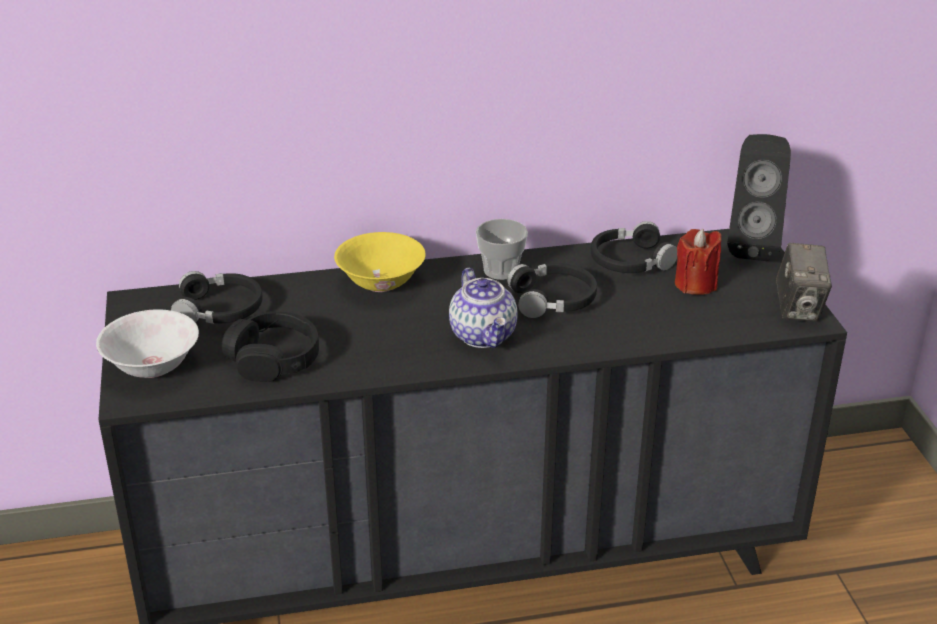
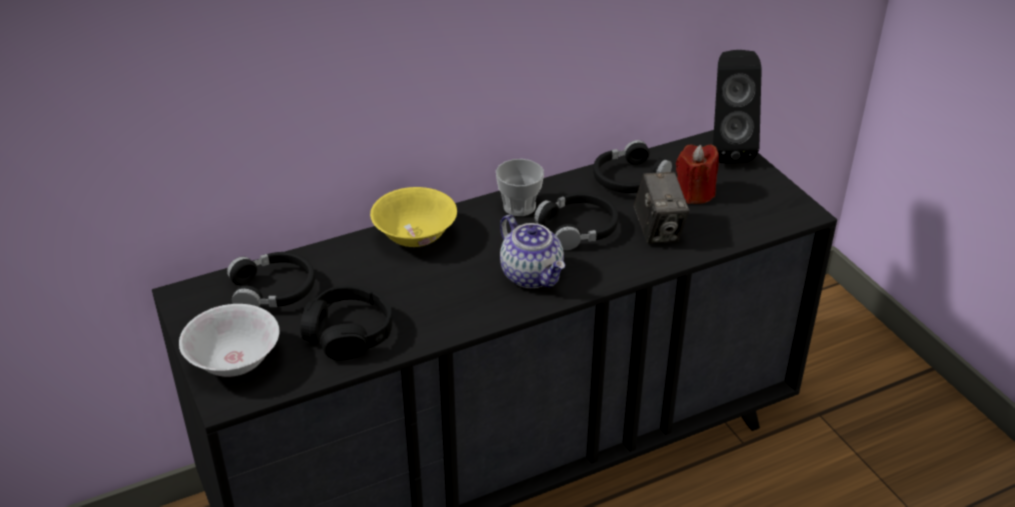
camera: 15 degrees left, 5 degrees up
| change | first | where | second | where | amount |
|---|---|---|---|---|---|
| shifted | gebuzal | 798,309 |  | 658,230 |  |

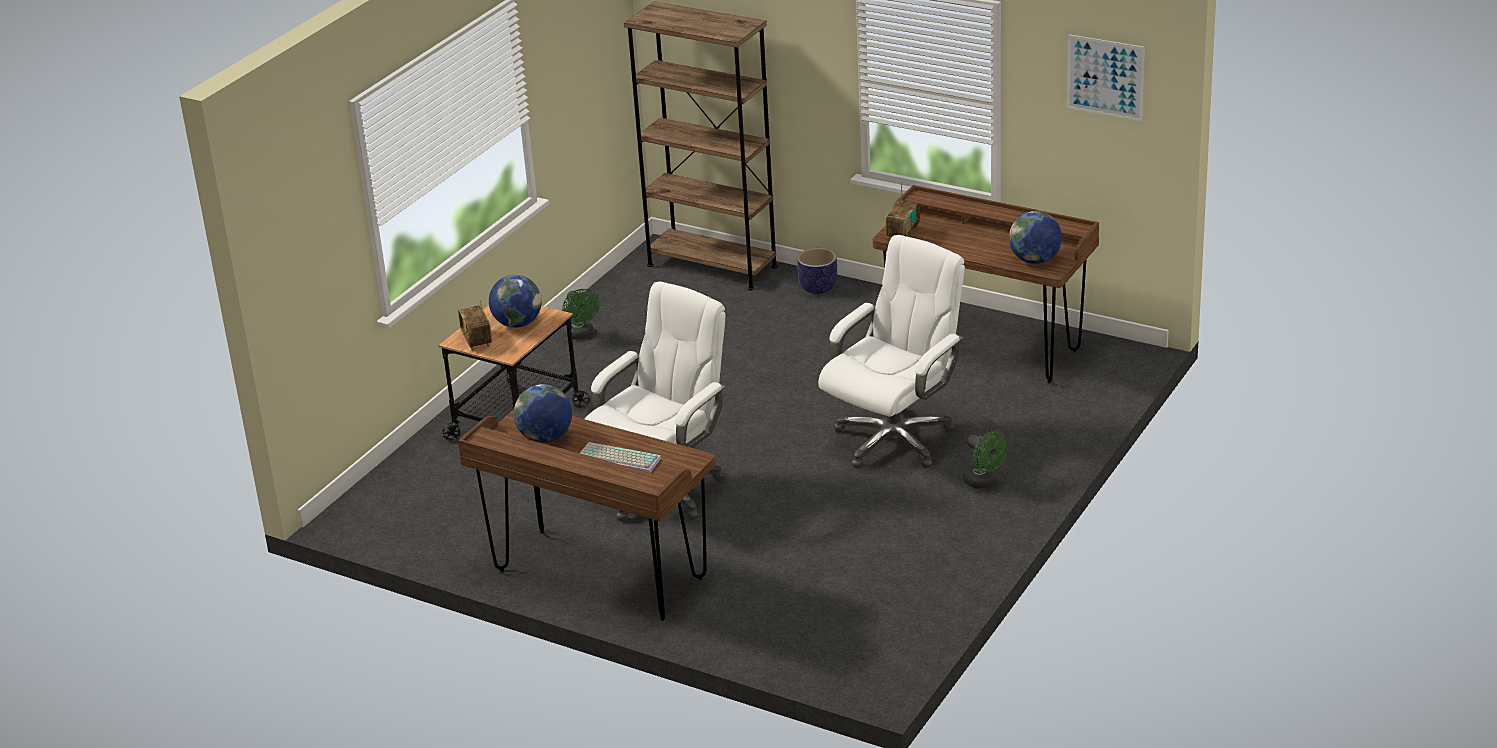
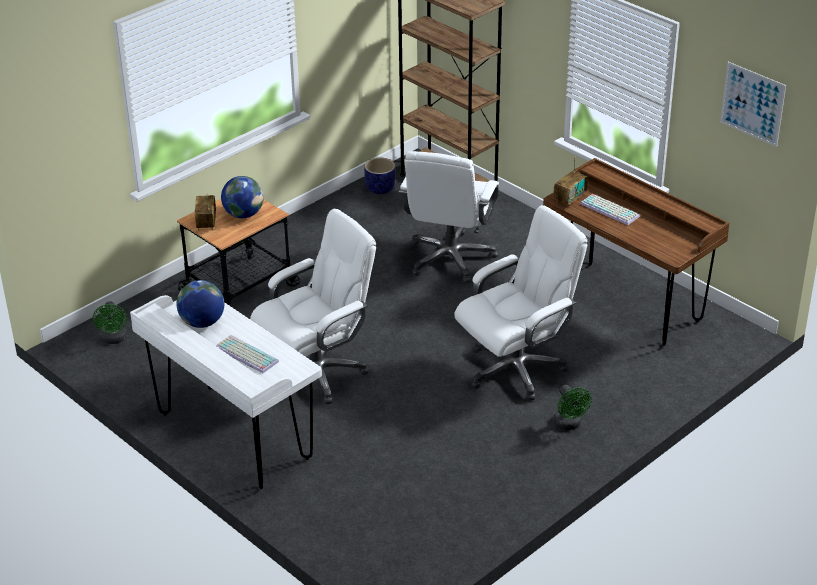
camera: 15 degrees right, 5 degrees up
| change | first | where | second | where | amount |
|---|---|---|---|---|---|
| repainted | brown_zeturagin | 599,575 | white_zeturagin | 233,437 |  |
| shifted | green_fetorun | 581,335 |  | 114,339 |  |
| shifted | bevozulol | 818,288 |  | 380,189 |  |
| gone | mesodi | 1035,260 |  |  |  |
| new |  |  | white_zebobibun | 450,258 |  |
| new |  |  | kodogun | 611,210 |  |

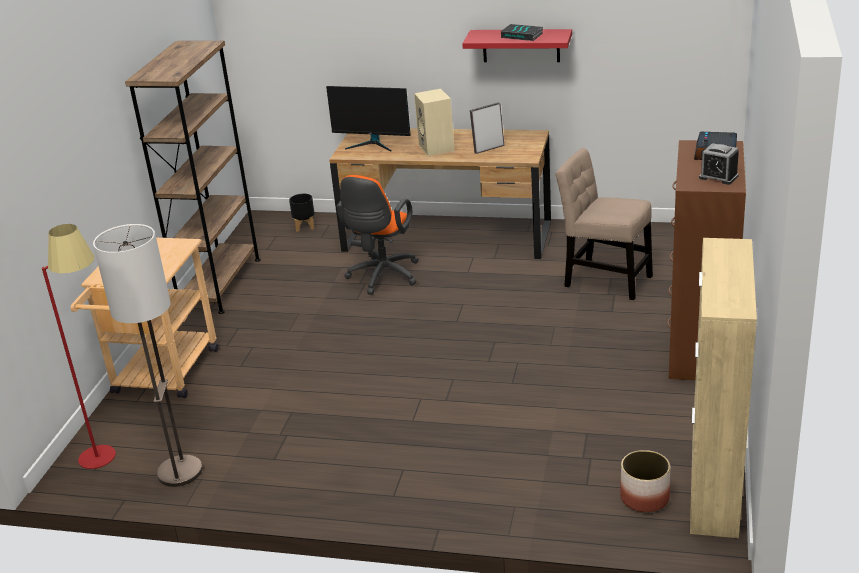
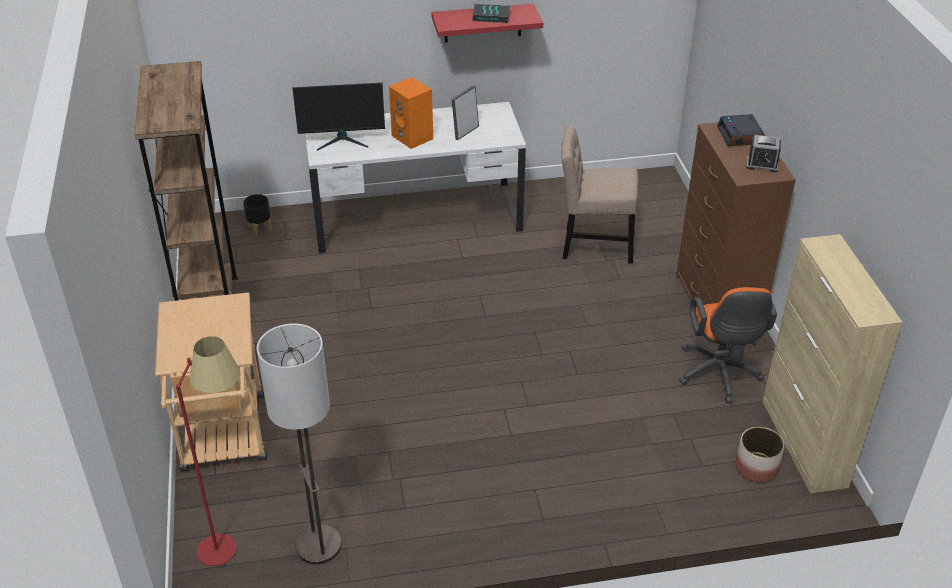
camera: 25 degrees left, 10 degrees up
| change | first | where | second | where | amount |
|---|---|---|---|---|---|
| repainted | brown_zeturagin | 447,236 | white_zeturagin | 416,218 |  |
| shifted | orange_zebobibun | 382,277 |  | 719,376 |  |
| repainted | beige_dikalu | 437,148 | orange_dikalu | 413,137 |  |

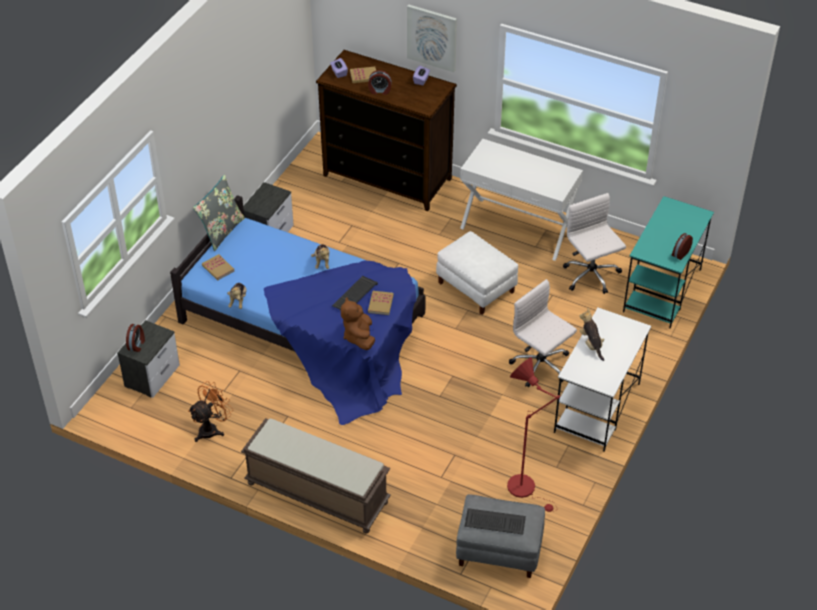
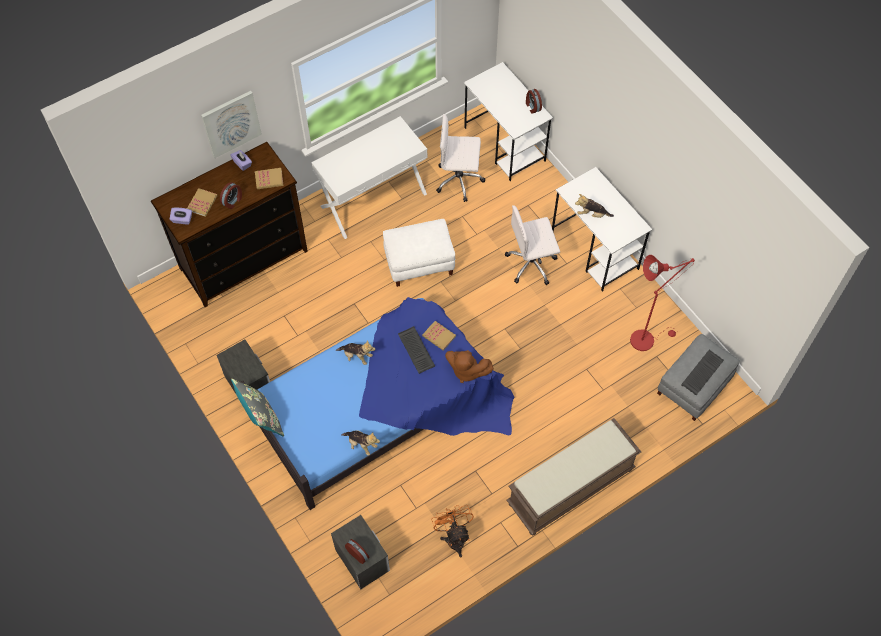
camera: 60 degrees left, 15 degrees up
| change | first | where | second | where | amount |
|---|---|---|---|---|---|
| shifted | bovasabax | 218,268 |  | 269,179 |  |
| repainted | turquoise_zeturagin | 662,291 | white_zeturagin | 505,144 |  |

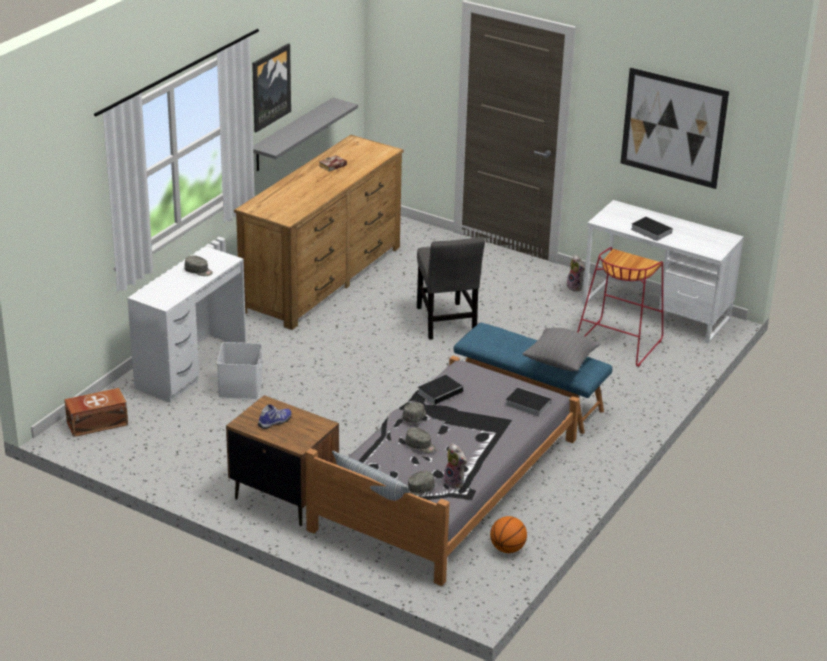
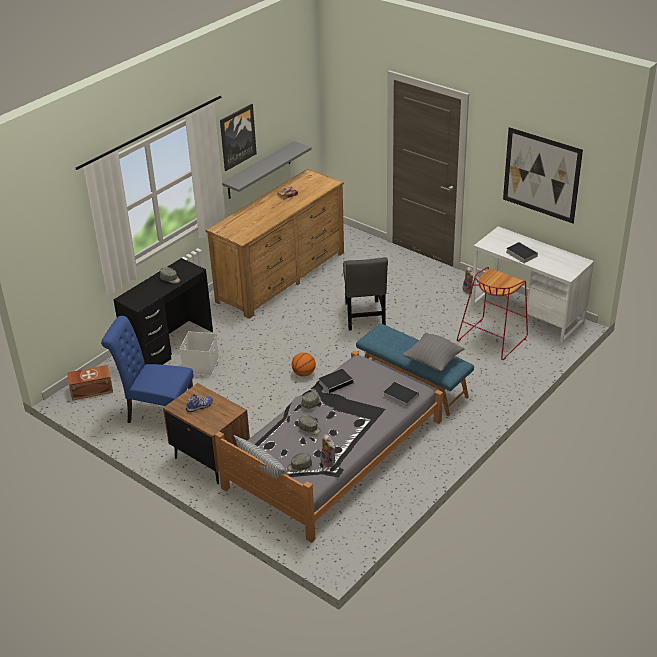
camera: 10 degrees right, 5 degrees up
| change | first | where | second | where | amount |
|---|---|---|---|---|---|
| repainted | white_zeturagin | 191,367 | black_zeturagin | 169,346 |  |
| shifted | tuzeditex | 507,549 |  | 304,373 |  |
| new |  |  | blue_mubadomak | 156,413 |  |

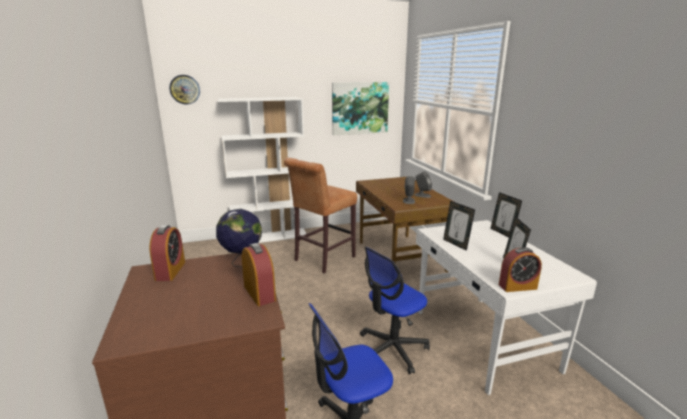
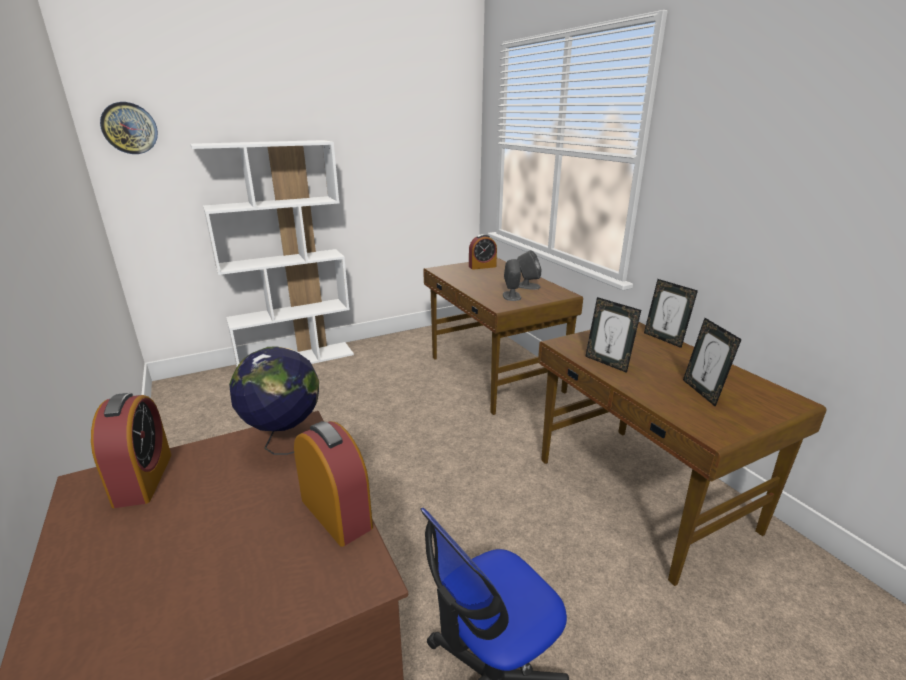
camera: 10 degrees left, 5 degrees up
| change | first | where | second | where | amount |
|---|---|---|---|---|---|
| gone | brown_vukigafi | 322,259 |  |  |  |
| gone | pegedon | 360,108 |  |  |  |
| gone | zebobibun | 392,349 |  |  |  |
| repainted | white_zeturagin | 482,340 | brown_zeturagin | 641,495 |  |
| shifted | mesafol | 517,286 |  | 482,266 |  |

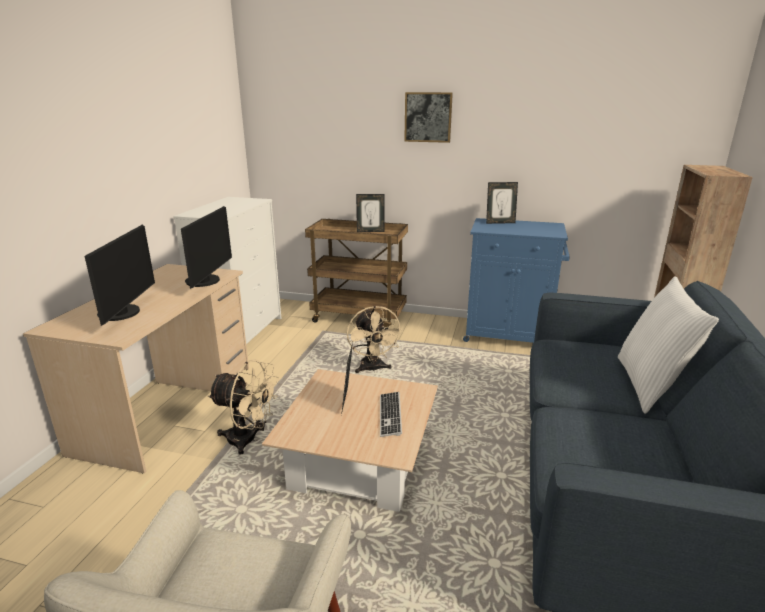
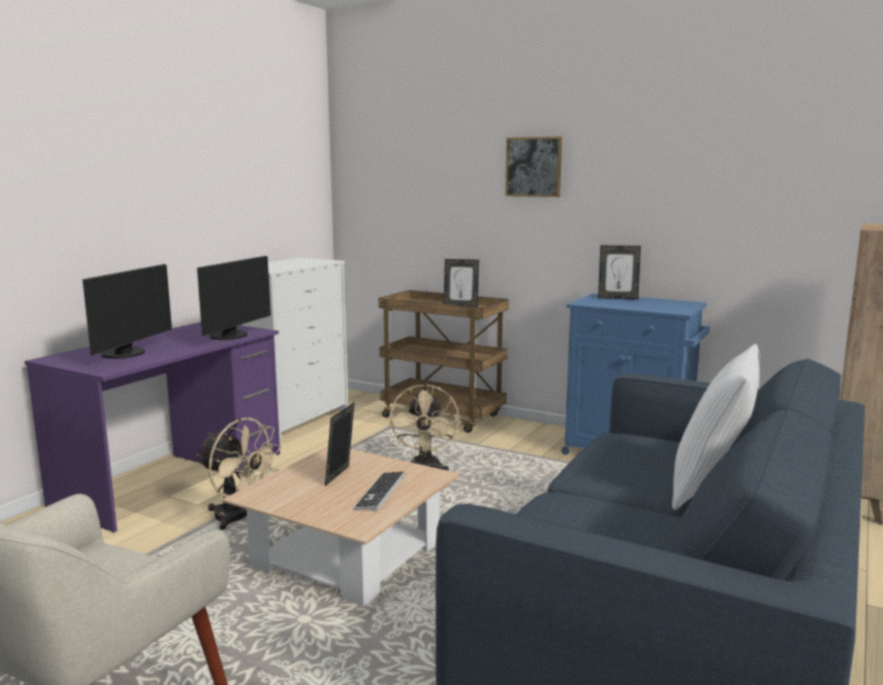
camera: 15 degrees right, 10 degrees down
| change | first | where | second | where | amount |
|---|---|---|---|---|---|
| repainted | beige_zeturagin | 169,407 | purple_zeturagin | 173,479 |  |

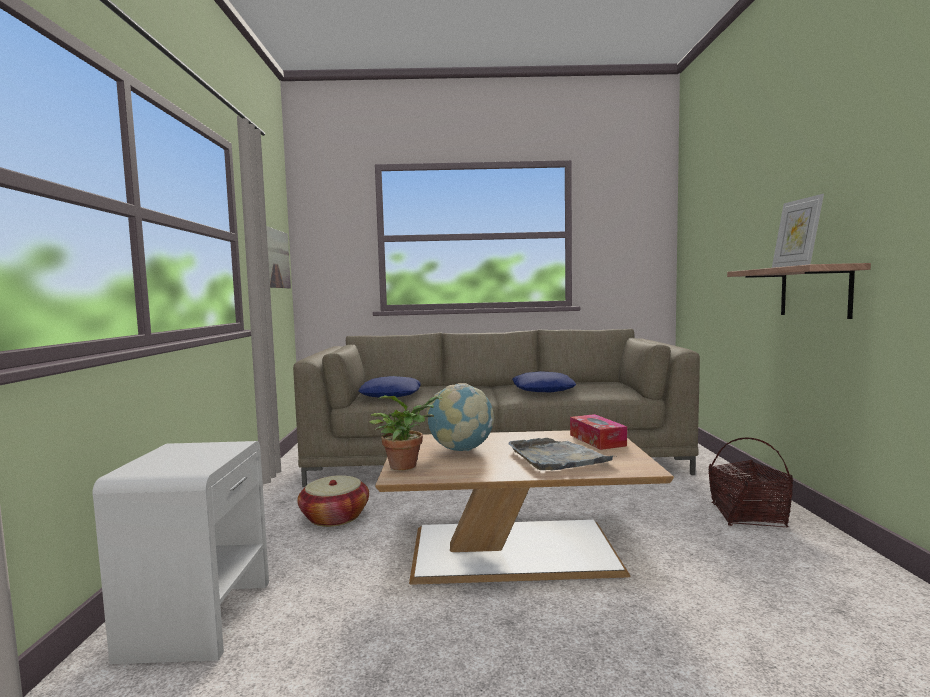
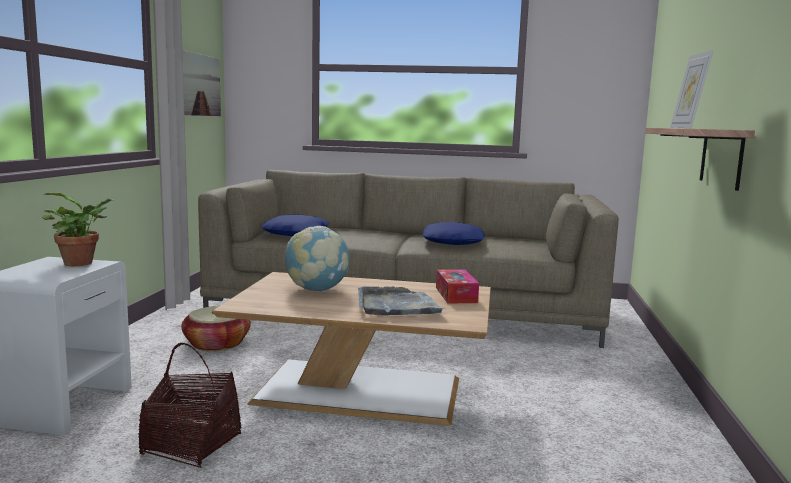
camera: 10 degrees right, 5 degrees up
| change | first | where | second | where | amount |
|---|---|---|---|---|---|
| shifted | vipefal | 406,465 |  | 82,263 |  |
| shifted | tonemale | 747,515 |  | 191,444 |  |

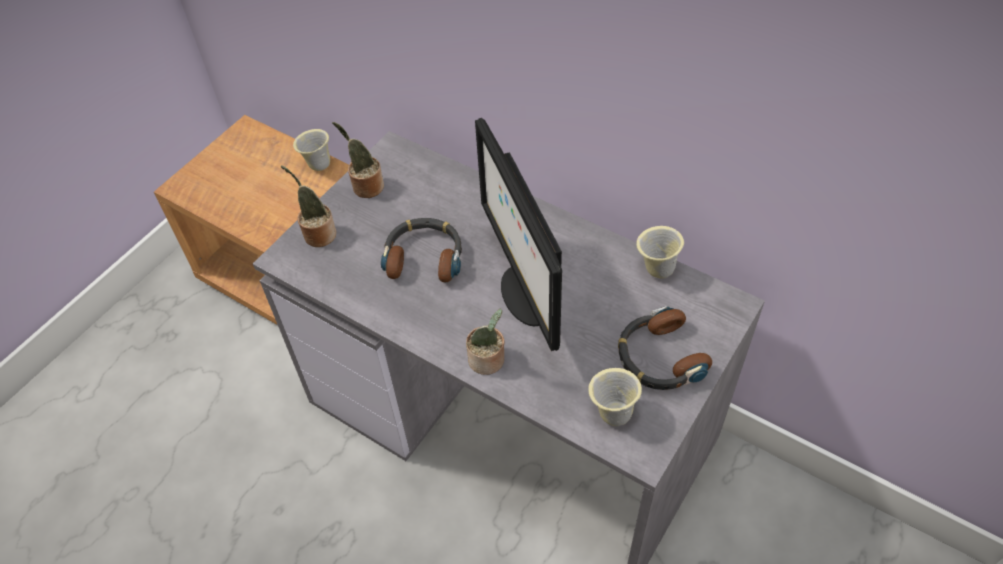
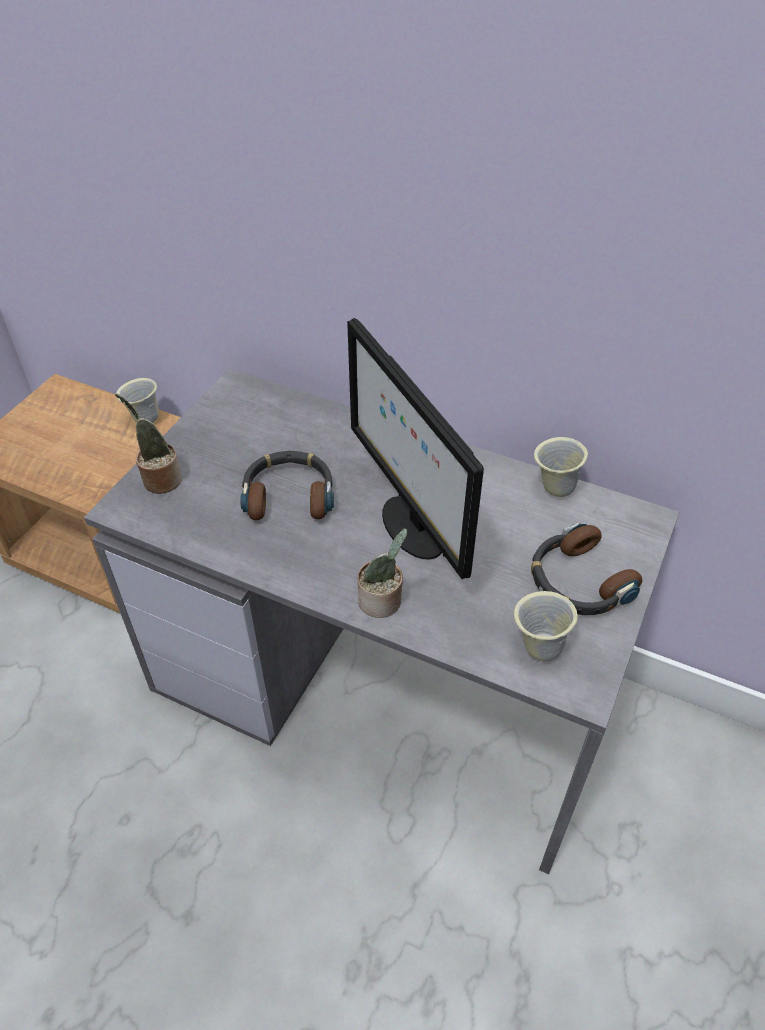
camera: 10 degrees left, 5 degrees down
| change | first | where | second | where | amount |
|---|---|---|---|---|---|
| gone | vipefal | 365,186 |  |  |  |

